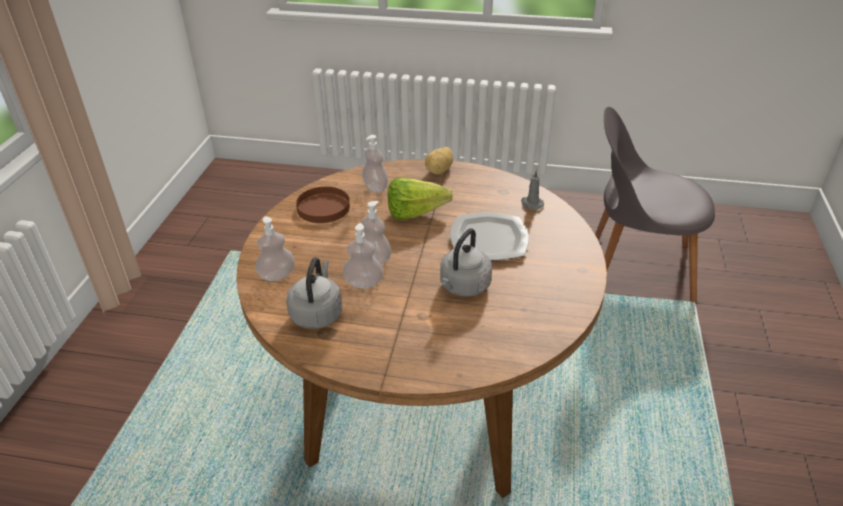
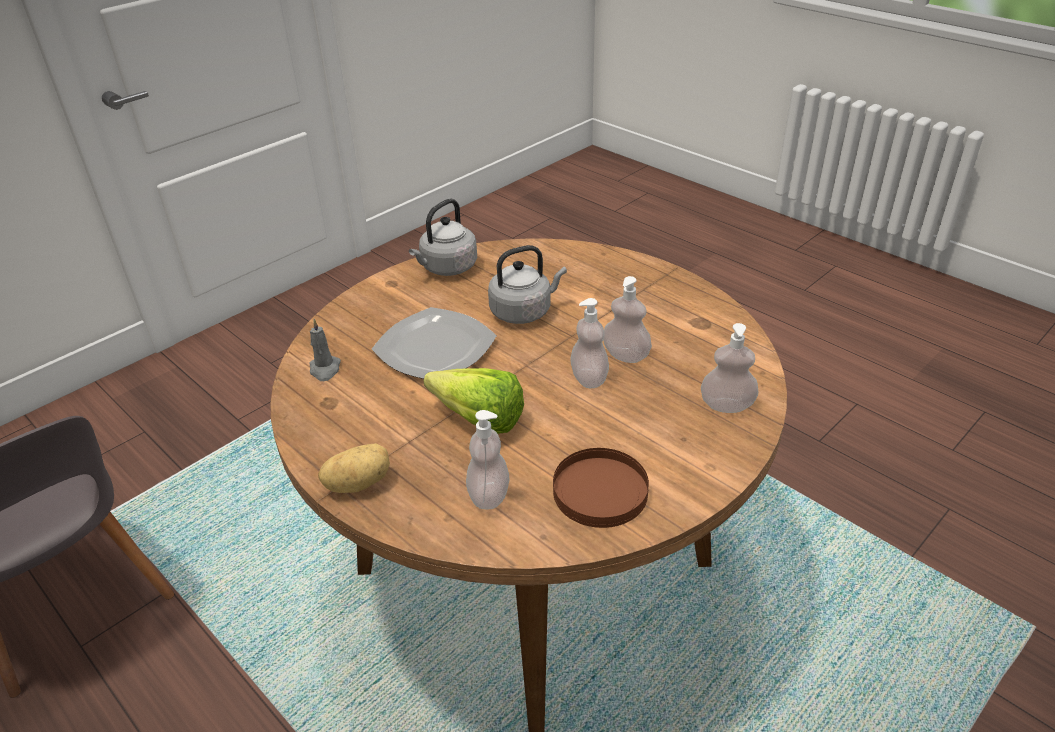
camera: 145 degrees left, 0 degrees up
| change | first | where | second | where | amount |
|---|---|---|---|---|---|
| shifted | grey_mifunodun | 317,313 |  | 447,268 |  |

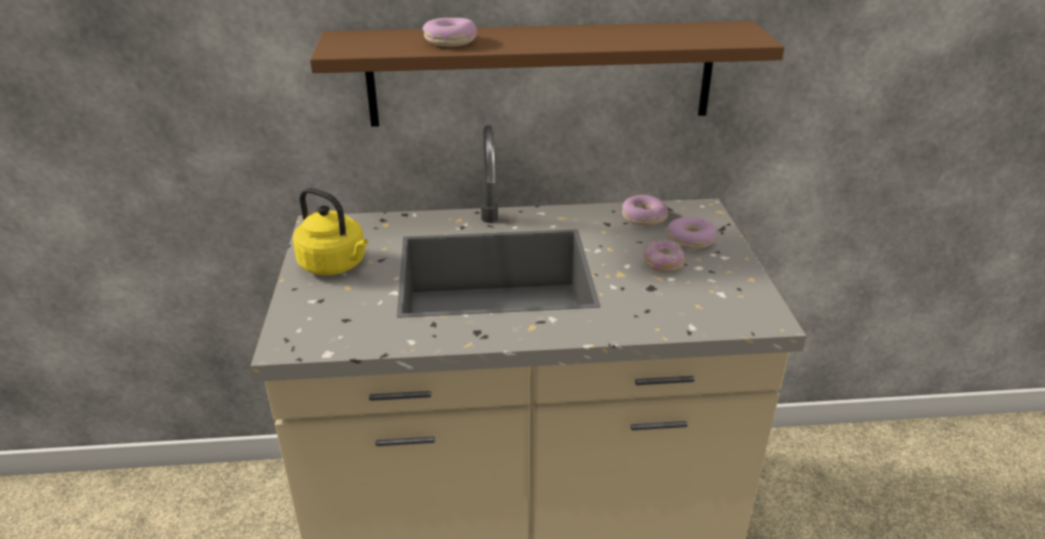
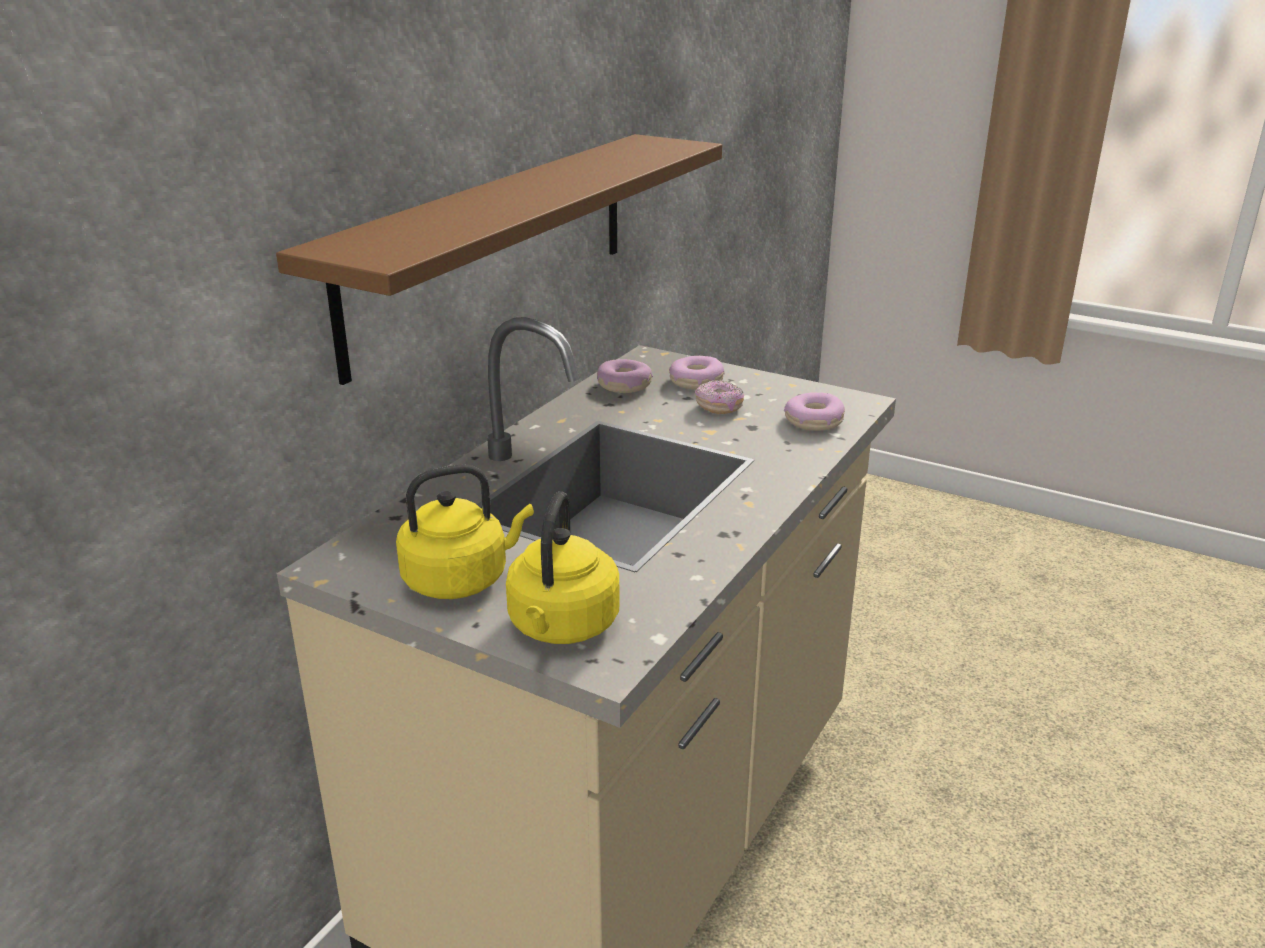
camera: 55 degrees left, 5 degrees down
| change | first | where | second | where | amount |
|---|---|---|---|---|---|
| shifted | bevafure | 450,41 |  | 814,422 |  |
| new |  |  | yellow_mifunodun | 562,627 |  |

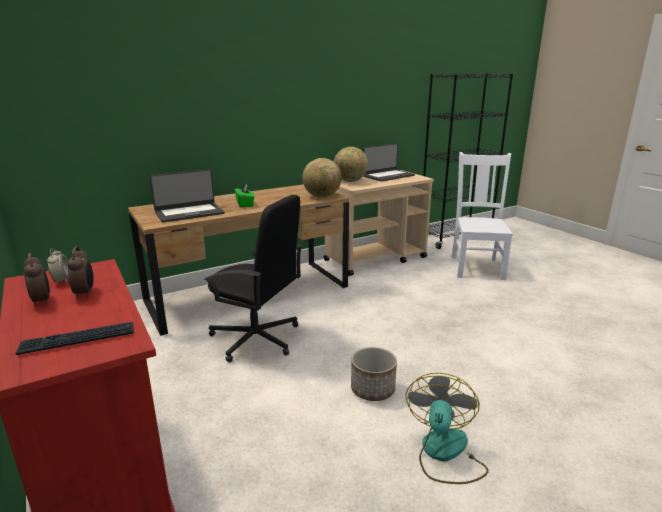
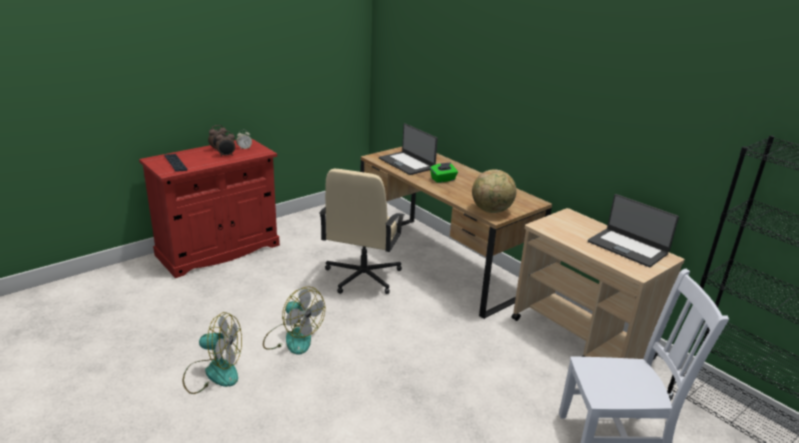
camera: 80 degrees right, 5 degrees up
| change | first | where | second | where | amount |
|---|---|---|---|---|---|
| repainted | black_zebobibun | 256,338 | beige_zebobibun | 362,276 |  |
| gone | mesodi | 350,181 |  |  |  |
| swapped | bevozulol | 372,389 | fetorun | 292,338 |  |

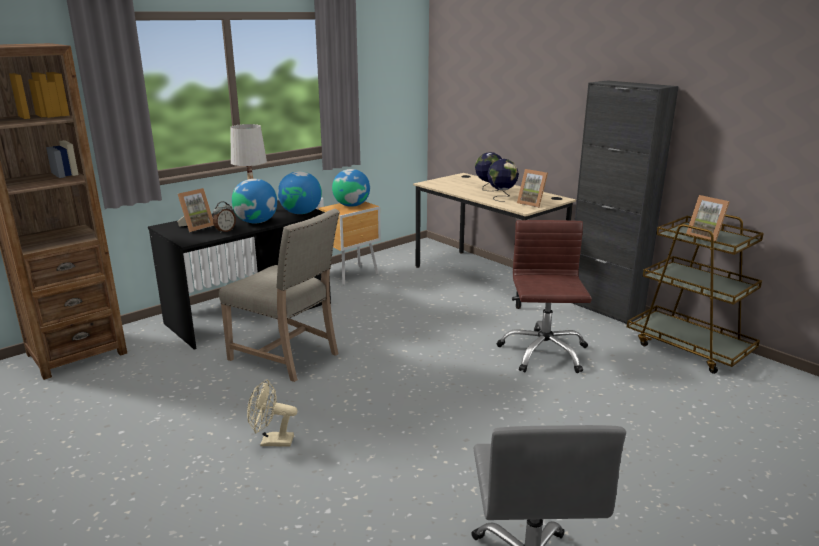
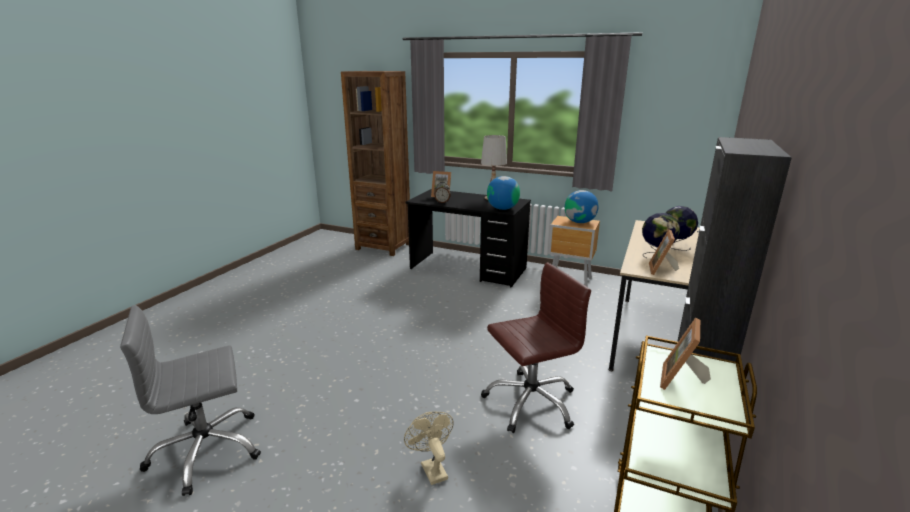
camera: 65 degrees right, 0 degrees up
| change | first | where | second | where | amount |
|---|---|---|---|---|---|
| gone | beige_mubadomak | 288,356 |  |  |  |
| gone | mesodi | 256,222 |  |  |  |
| shifted | beige_fetorun | 271,441 |  | 431,468 |  |

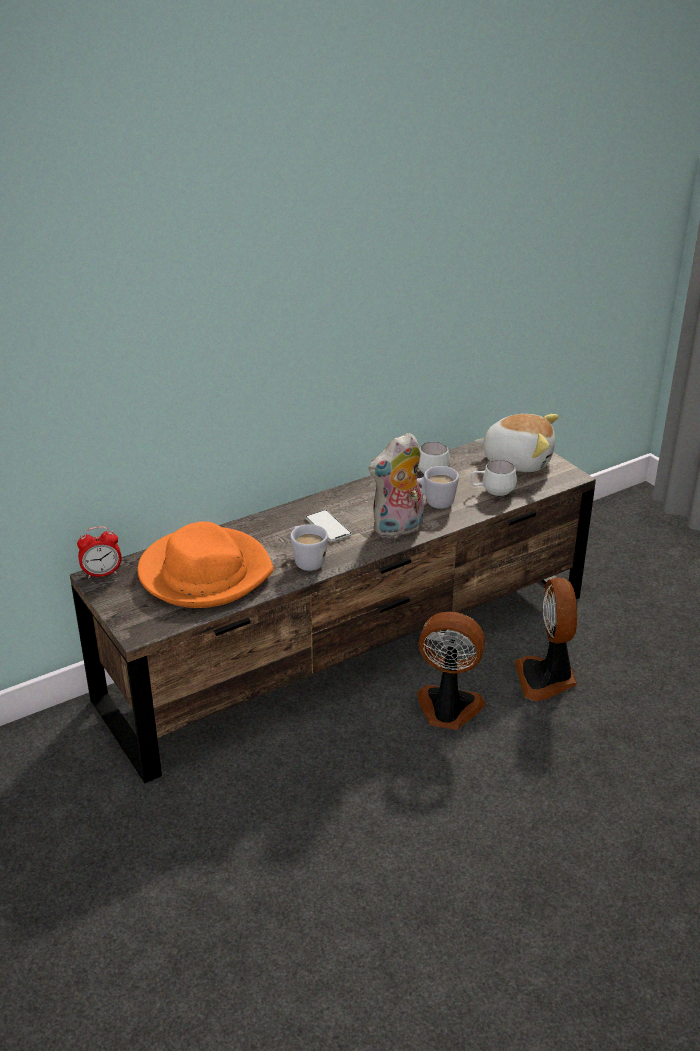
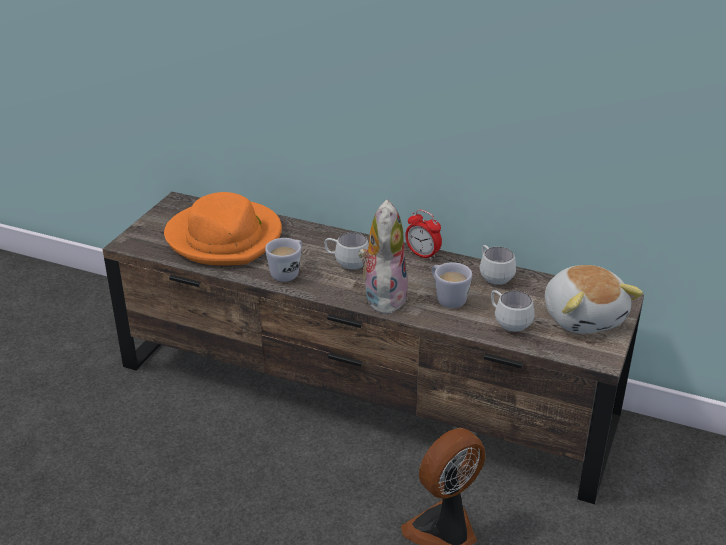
camera: 55 degrees right, 0 degrees up
| change | first | where | second | where | amount |
|---|---|---|---|---|---|
| shifted | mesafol | 102,573 |  | 423,255 |  |
| swapped | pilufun | 328,527 | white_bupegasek | 346,263 |  |
| rotated | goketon | 398,529 |  | 383,297 | 75 degrees clockwise |
| gone | fetorun | 448,709 |  |  |  |

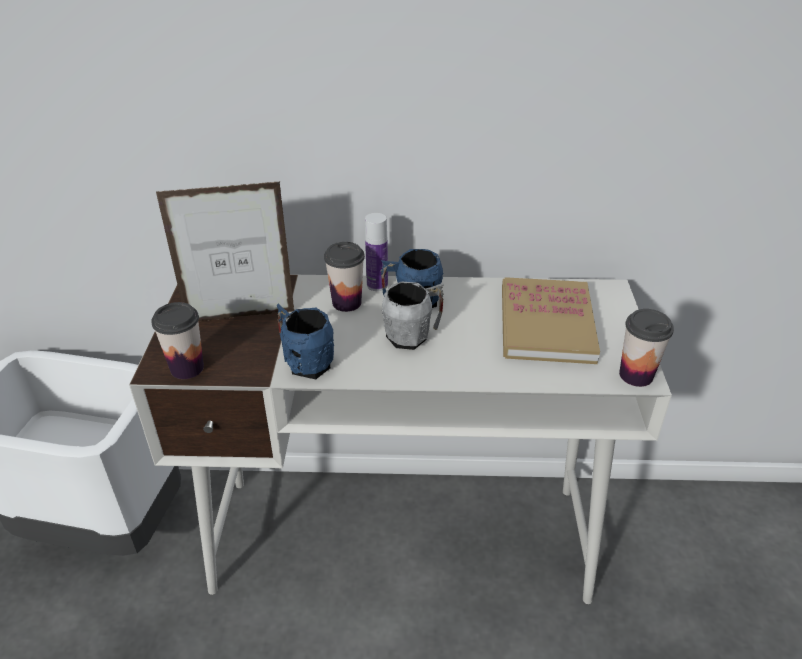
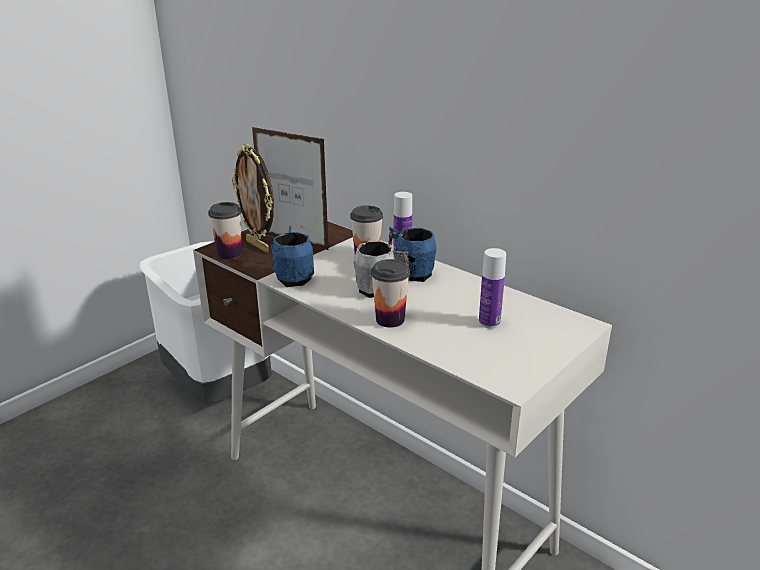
camera: 40 degrees right, 10 degrees down
| change | first | where | second | where | amount |
|---|---|---|---|---|---|
| swapped | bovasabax | 546,324 | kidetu | 489,322 |  |
| shifted | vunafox | 636,375 |  | 390,320 |  |
| new |  |  | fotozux | 259,246 |  |

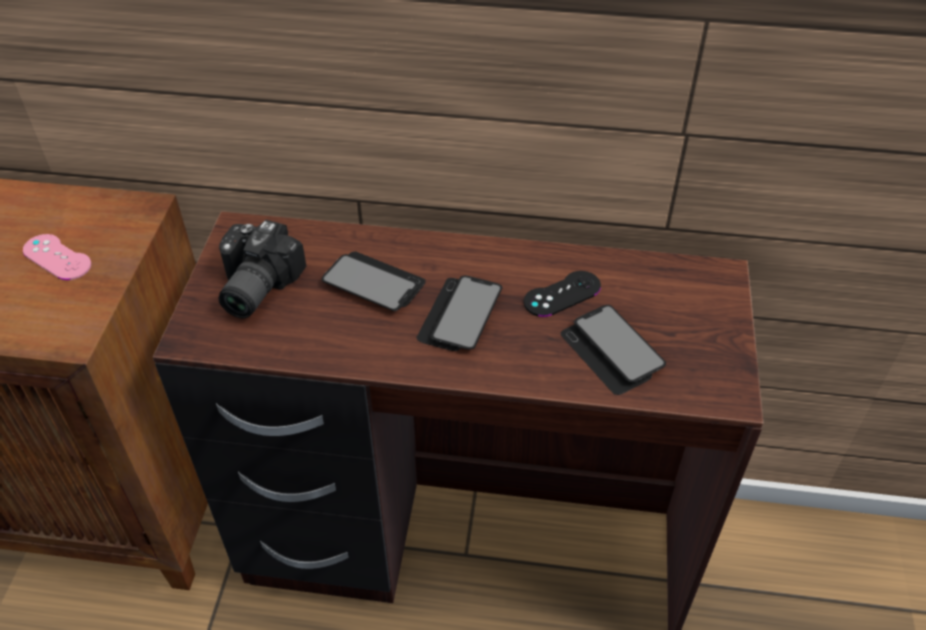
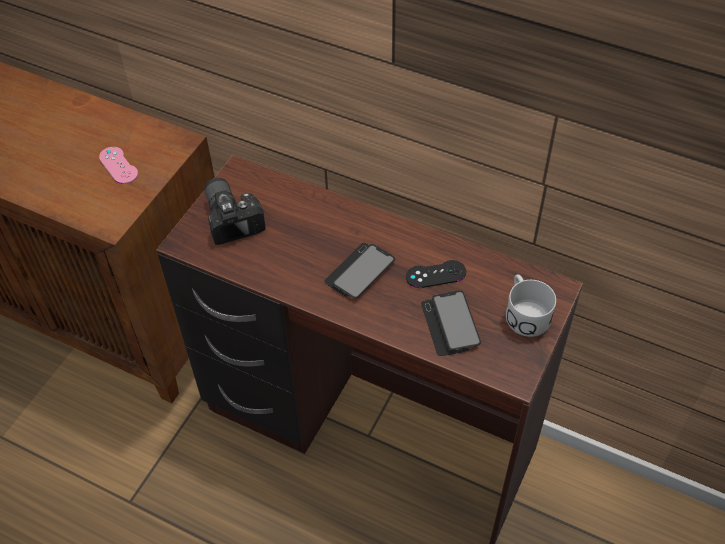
camera: 20 degrees right, 5 degrees up
| change | first | where | second | where | amount |
|---|---|---|---|---|---|
| rotated | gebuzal | 252,287 |  | 233,217 | 120 degrees clockwise |
| gone | pilufun | 374,283 |  |  |  |
| new |  |  | white_bupegasek | 524,312 |  |

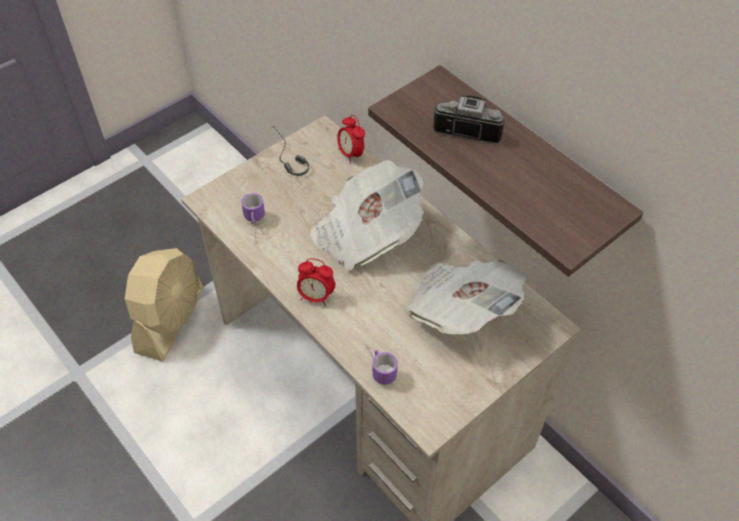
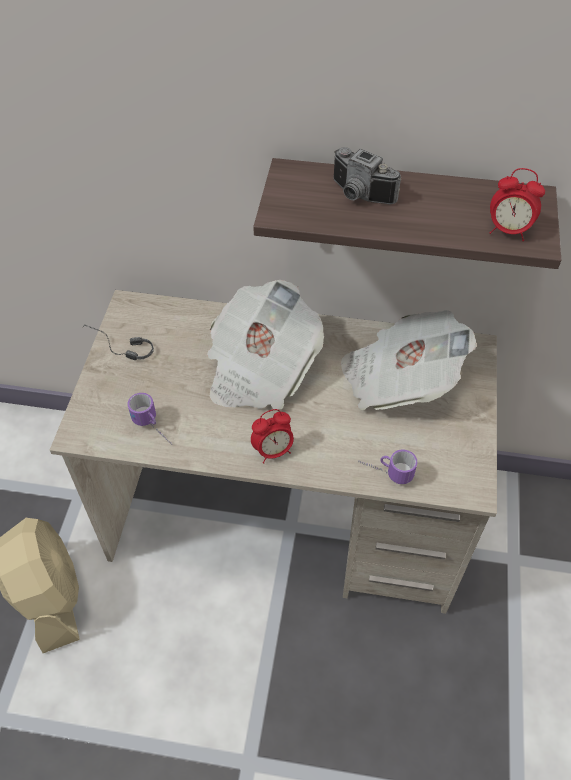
camera: 40 degrees left, 0 degrees up
| change | first | where | second | where | amount |
|---|---|---|---|---|---|
| shifted | mesafol | 351,154 |  | 508,231 |  |
| rotated | gebuzal | 469,128 |  | 358,196 | 120 degrees counterclockwise |

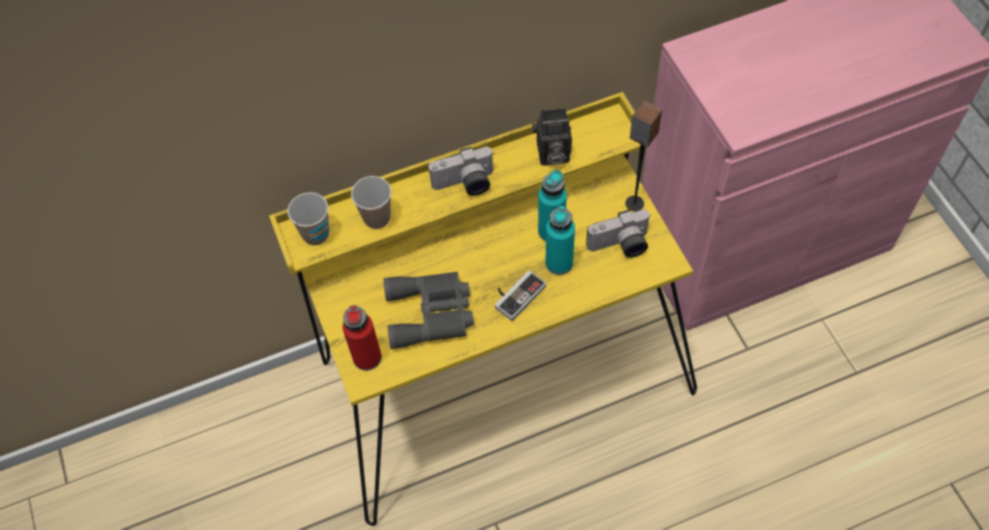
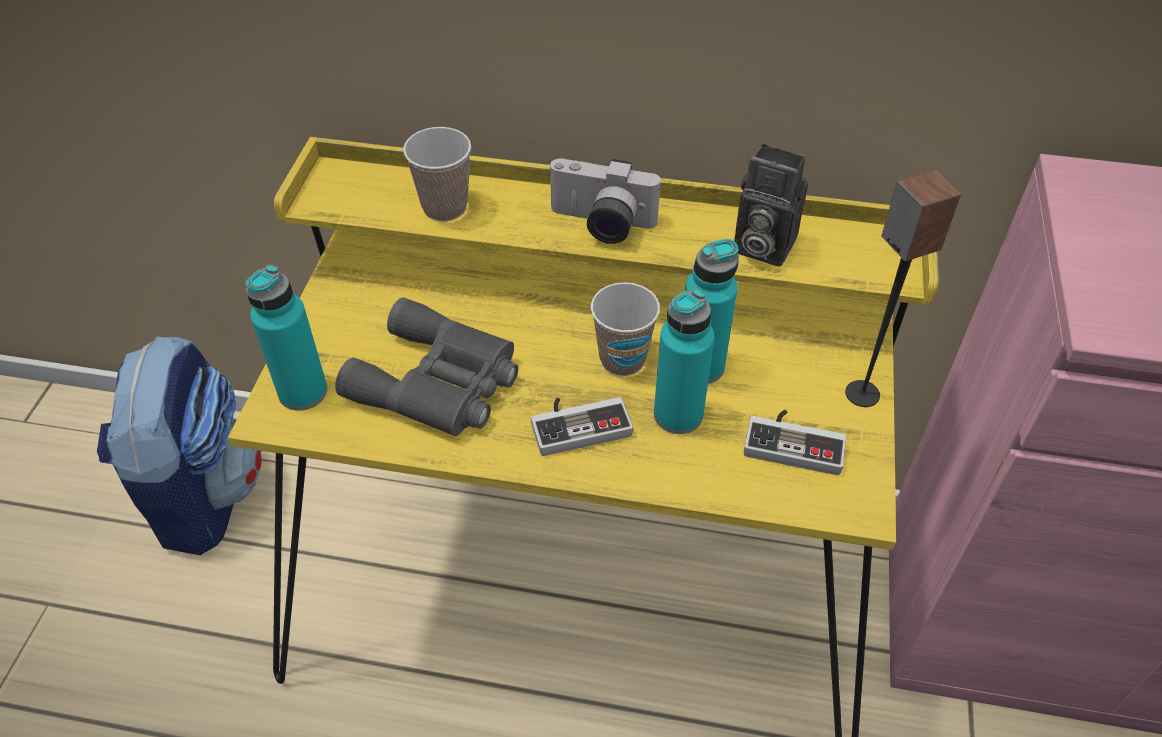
camera: 30 degrees right, 10 degrees down
| change | first | where | second | where | amount |
|---|---|---|---|---|---|
| shifted | vunafox | 316,234 |  | 622,359 |  |
| repainted | red_kidetu | 367,357 | turquoise_kidetu | 303,392 |  |
| swapped | gebuzal | 620,246 | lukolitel | 794,441 |  |
| new |  |  | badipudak | 203,494 |  |

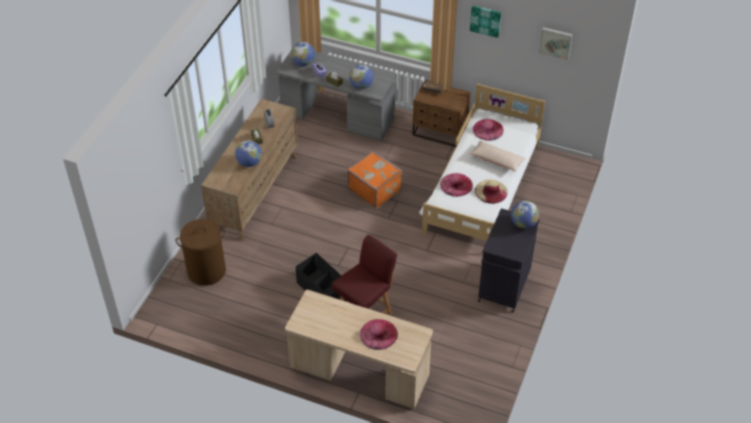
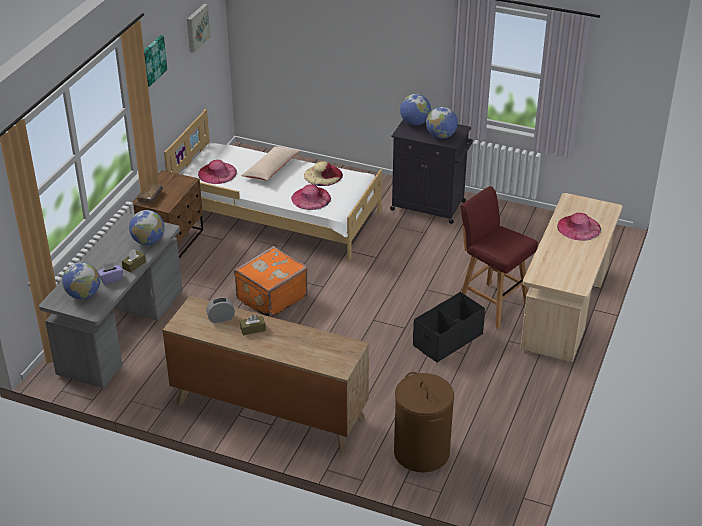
camera: 90 degrees left, 10 degrees down
| change | first | where | second | where | amount |
|---|---|---|---|---|---|
| shifted | mesodi | 249,163 |  | 441,136 |  |

